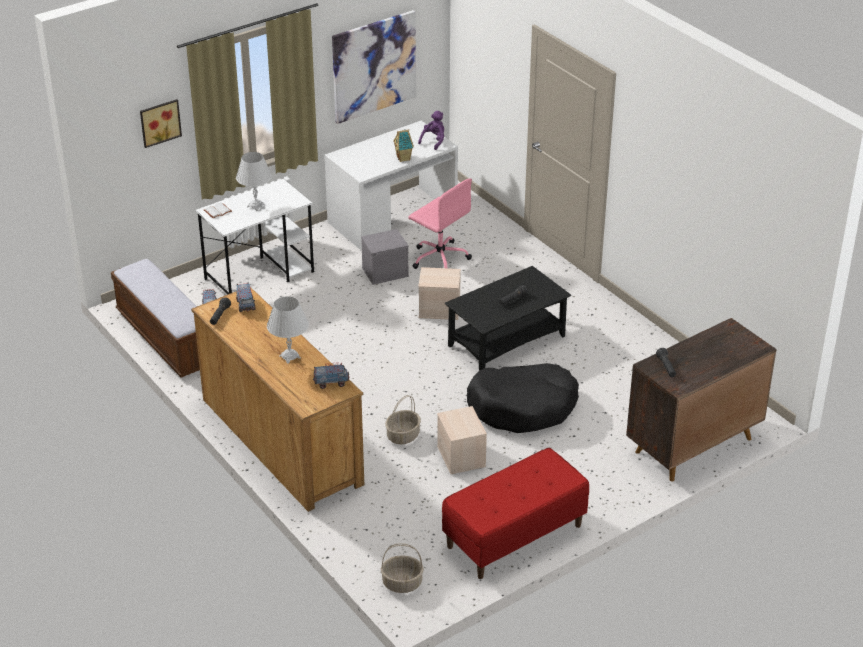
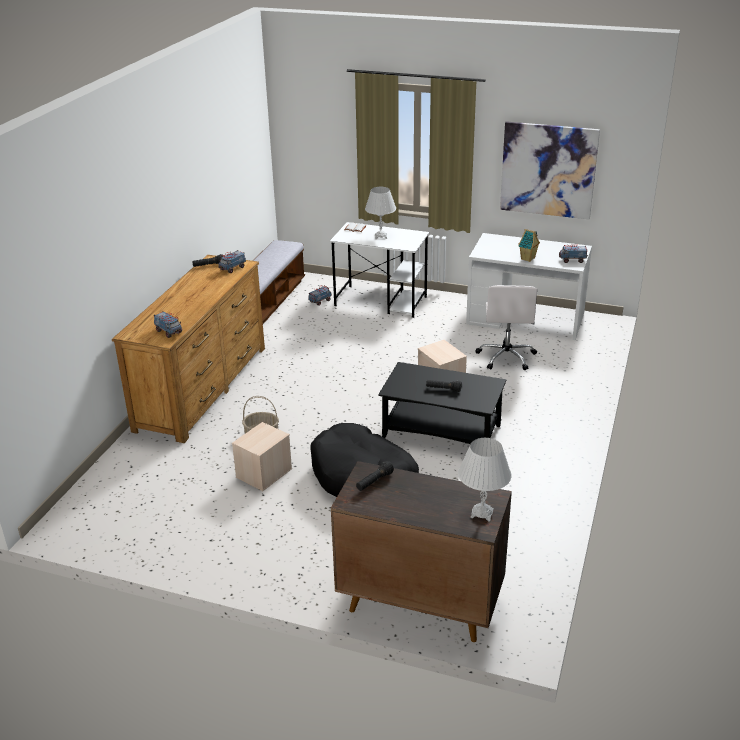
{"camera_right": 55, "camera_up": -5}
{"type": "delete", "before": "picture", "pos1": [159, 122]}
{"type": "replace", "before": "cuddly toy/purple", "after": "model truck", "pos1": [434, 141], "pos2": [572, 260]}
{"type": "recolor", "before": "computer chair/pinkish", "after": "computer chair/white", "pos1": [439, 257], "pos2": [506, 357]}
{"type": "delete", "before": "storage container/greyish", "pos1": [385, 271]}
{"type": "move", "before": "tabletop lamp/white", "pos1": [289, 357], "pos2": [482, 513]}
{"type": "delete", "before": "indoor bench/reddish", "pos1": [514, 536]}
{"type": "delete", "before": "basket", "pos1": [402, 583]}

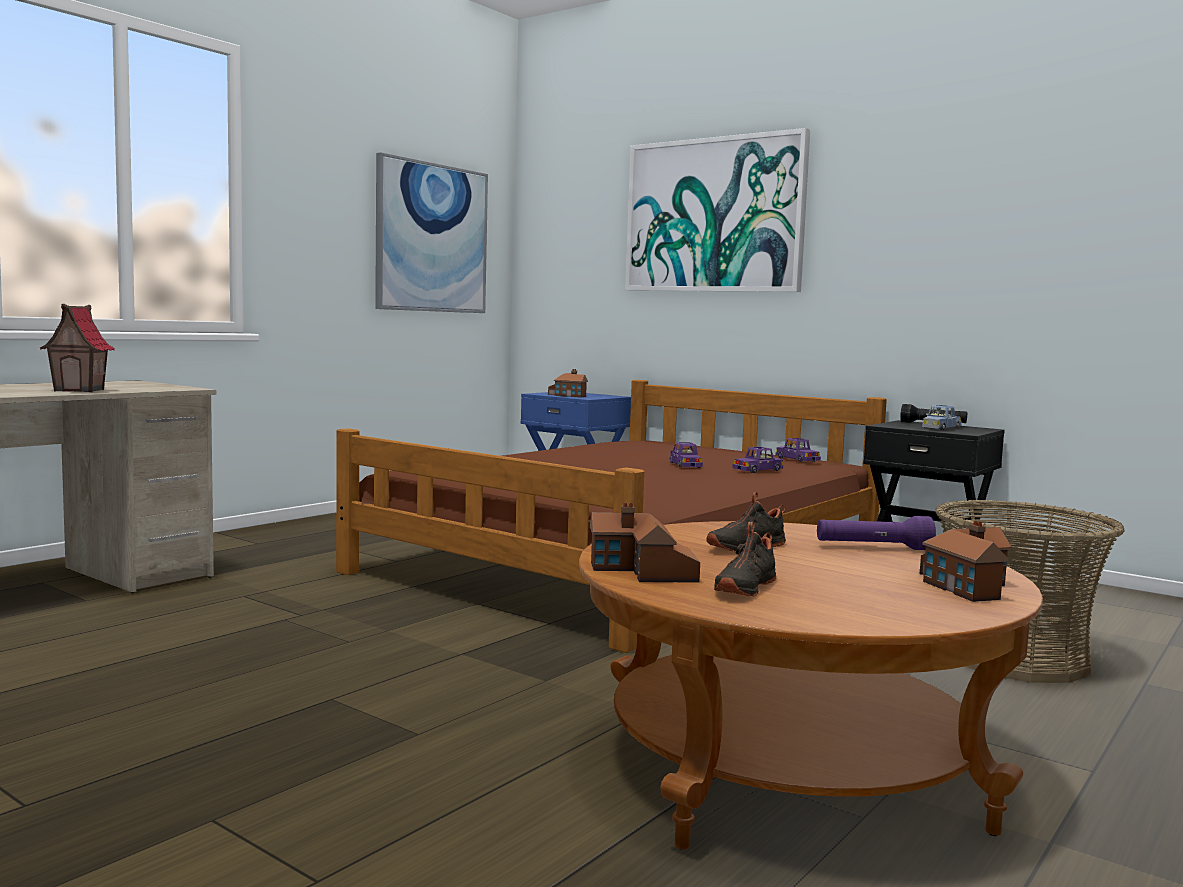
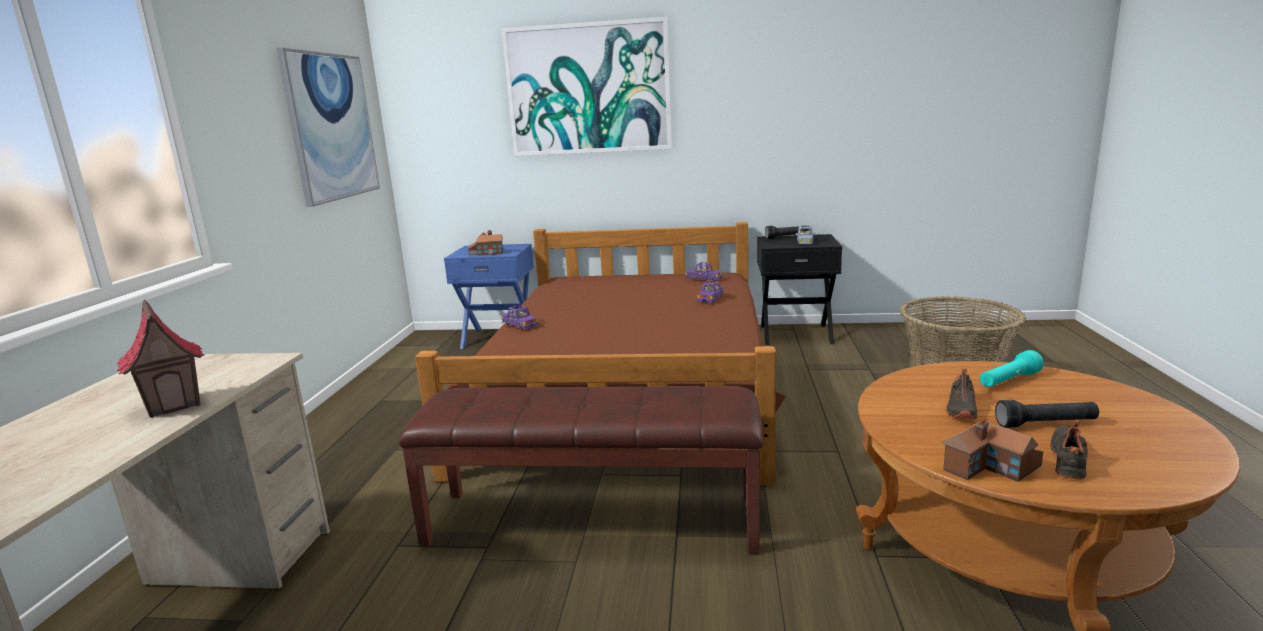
{"camera_right": -30, "camera_up": 10}
{"type": "move", "before": "miniature car/purple", "pos1": [684, 465], "pos2": [520, 325]}
{"type": "recolor", "before": "flashlight/purple", "after": "flashlight/turquoise-coloured", "pos1": [873, 548], "pos2": [1008, 381]}
{"type": "delete", "before": "model house", "pos1": [966, 585]}
{"type": "rotate", "before": "low shoe/blackish", "pos1": [743, 587], "pos2": [1070, 460], "turn": -150}
{"type": "insert", "after": "indoor bench/brown-coloured", "pos2": [593, 519]}
{"type": "insert", "after": "flashlight/blackish", "pos2": [1046, 424]}

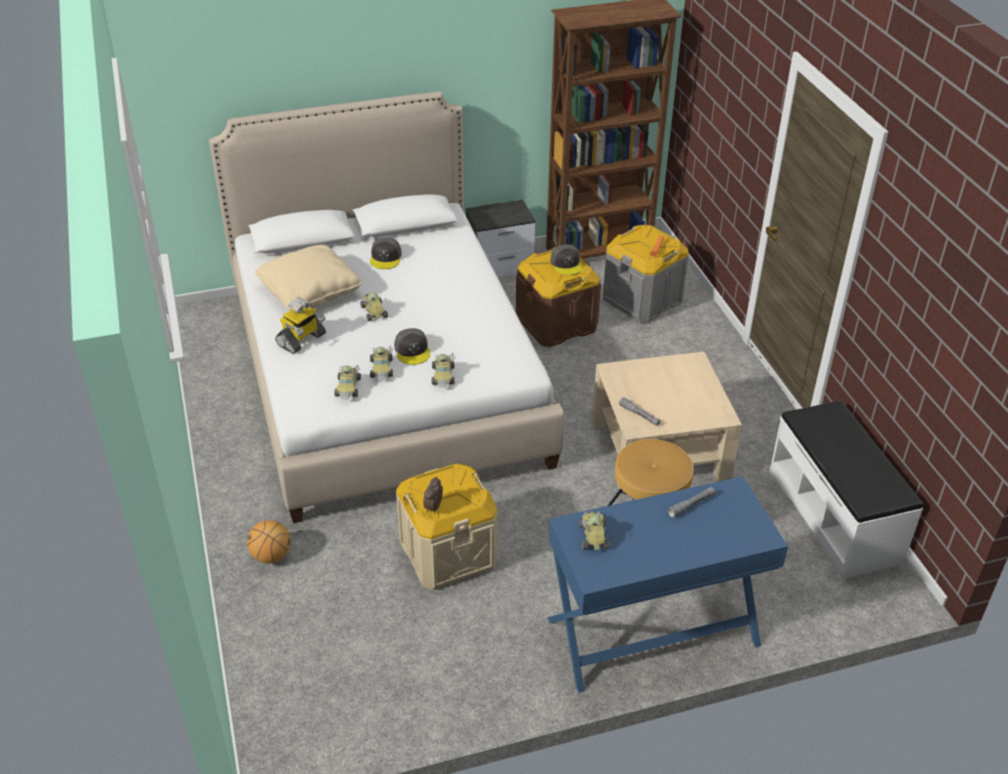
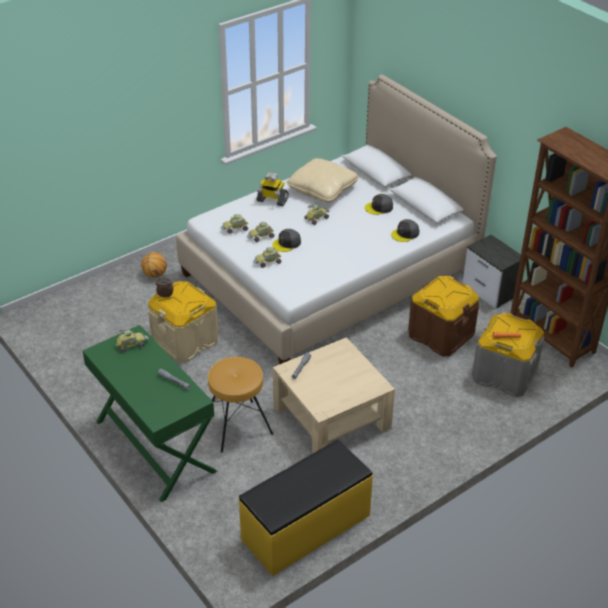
{"camera_right": 70, "camera_up": 0}
{"type": "move", "before": "baseball cap/greyish", "pos1": [566, 264], "pos2": [405, 234]}
{"type": "recolor", "before": "indoor bench/white", "after": "indoor bench/yellowish", "pos1": [834, 515], "pos2": [306, 528]}
{"type": "recolor", "before": "desk/bluish", "after": "desk/greenish", "pos1": [653, 632], "pos2": [154, 446]}

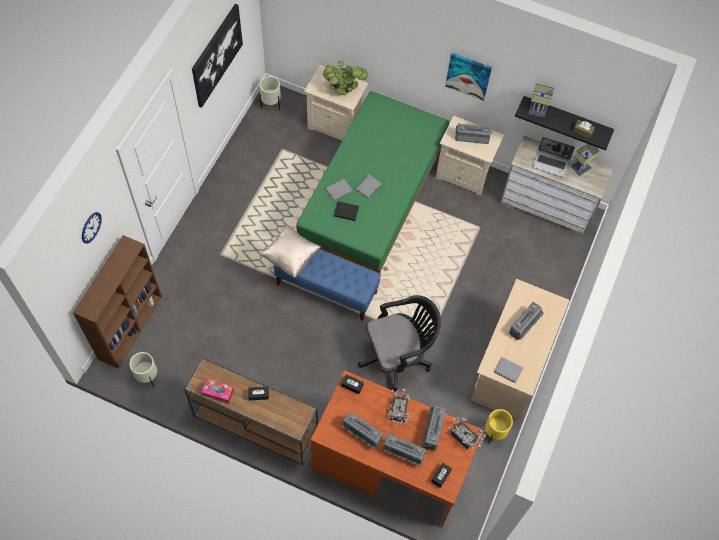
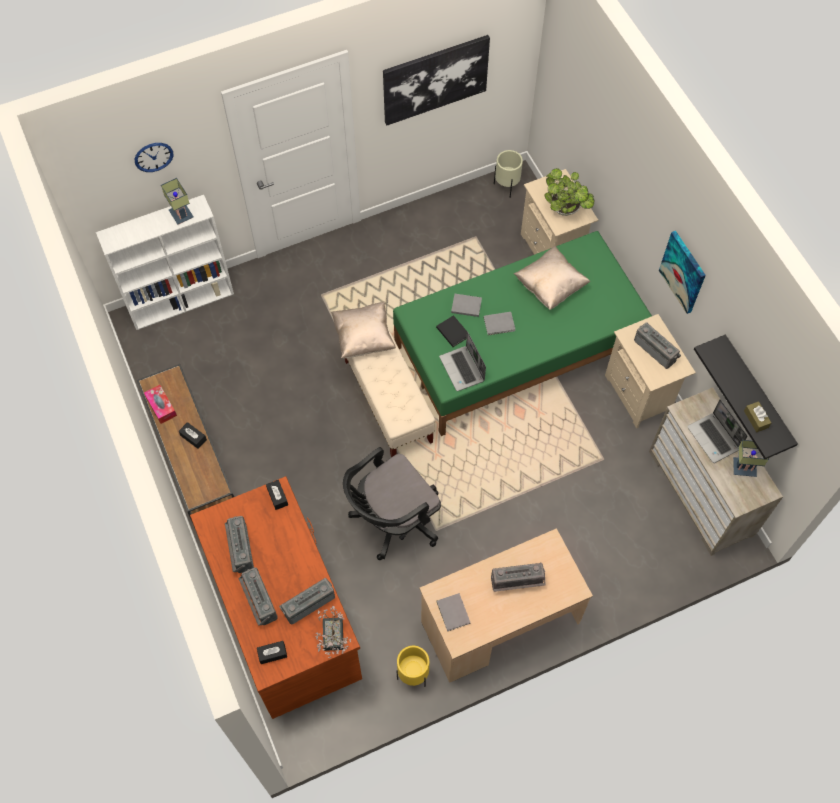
{"camera_right": 45, "camera_up": 0}
{"type": "move", "before": "tabletop lamp", "pos1": [536, 111], "pos2": [180, 214]}
{"type": "recolor", "before": "bookcase/brown-coloured", "after": "bookcase/white", "pos1": [130, 326], "pos2": [182, 301]}
{"type": "recolor", "before": "indoor bench/bluish", "after": "indoor bench/sand-coloured", "pos1": [327, 288], "pos2": [388, 402]}
{"type": "rotate", "before": "computer chair/blackish", "pos1": [398, 356], "pos2": [392, 520], "turn": 120}
{"type": "delete", "before": "planter/sand-coloured", "pos1": [147, 377]}
{"type": "delete", "before": "plant in a pot", "pos1": [398, 413]}
{"type": "insert", "after": "throw pillow/sand-coloured", "pos2": [550, 286]}
{"type": "insert", "after": "laptop", "pos2": [462, 369]}

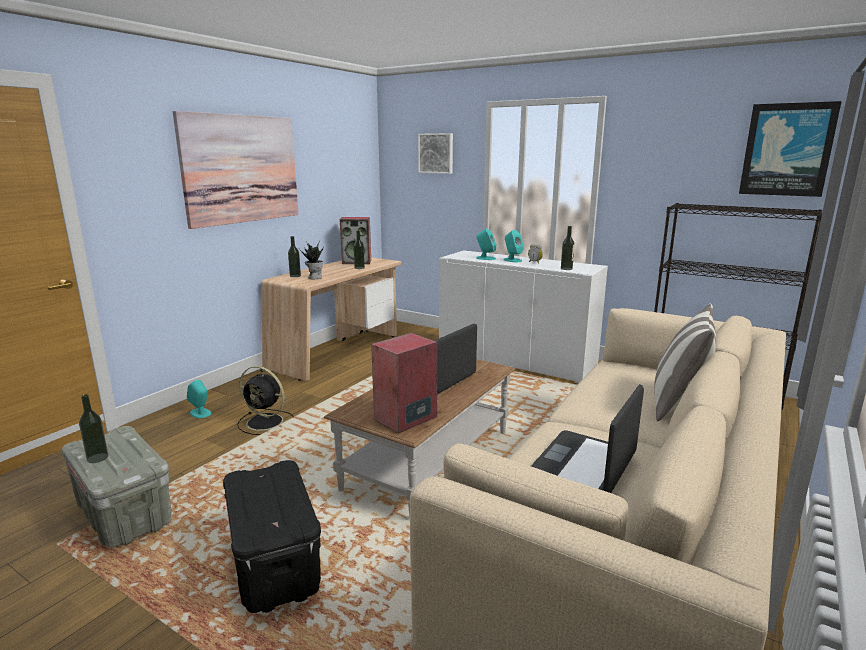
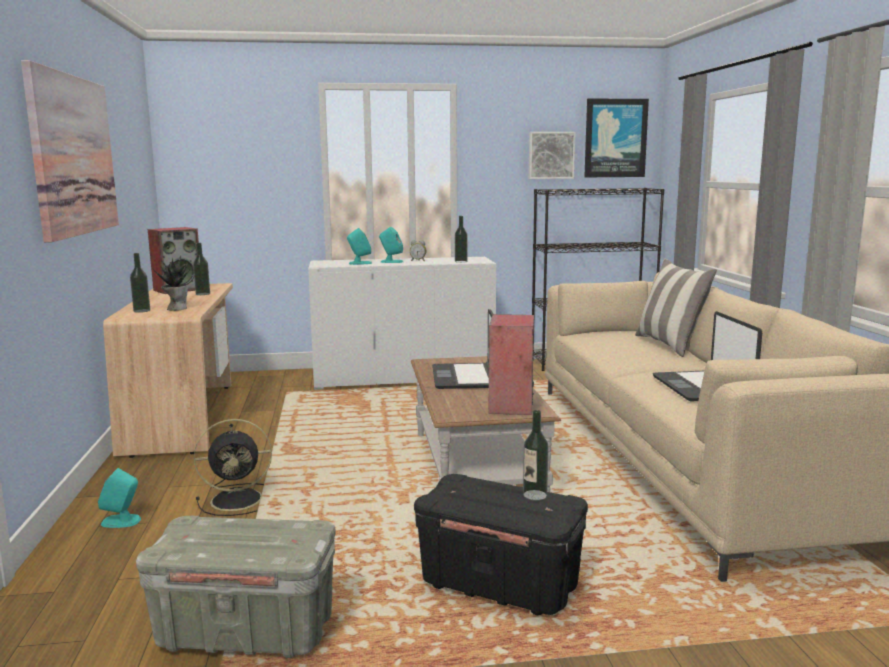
{"camera_right": -40, "camera_up": -5}
{"type": "move", "before": "picture", "pos1": [436, 153], "pos2": [551, 155]}
{"type": "move", "before": "drink bottle", "pos1": [97, 458], "pos2": [535, 495]}

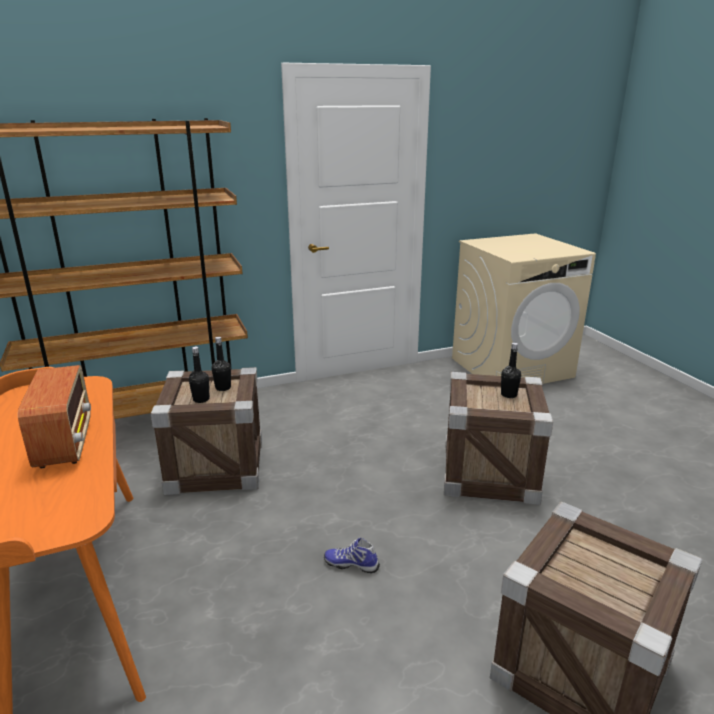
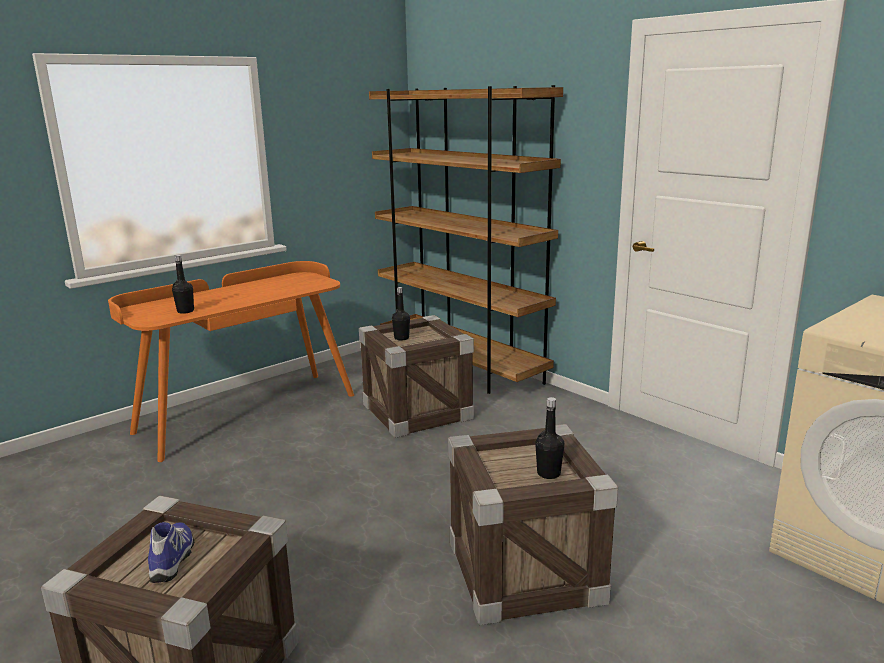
{"camera_right": 70, "camera_up": -5}
{"type": "move", "before": "drink bottle/blackish", "pos1": [223, 388], "pos2": [185, 311]}
{"type": "delete", "before": "radio set", "pos1": [65, 442]}
{"type": "move", "before": "low shoe", "pos1": [352, 564], "pos2": [174, 559]}

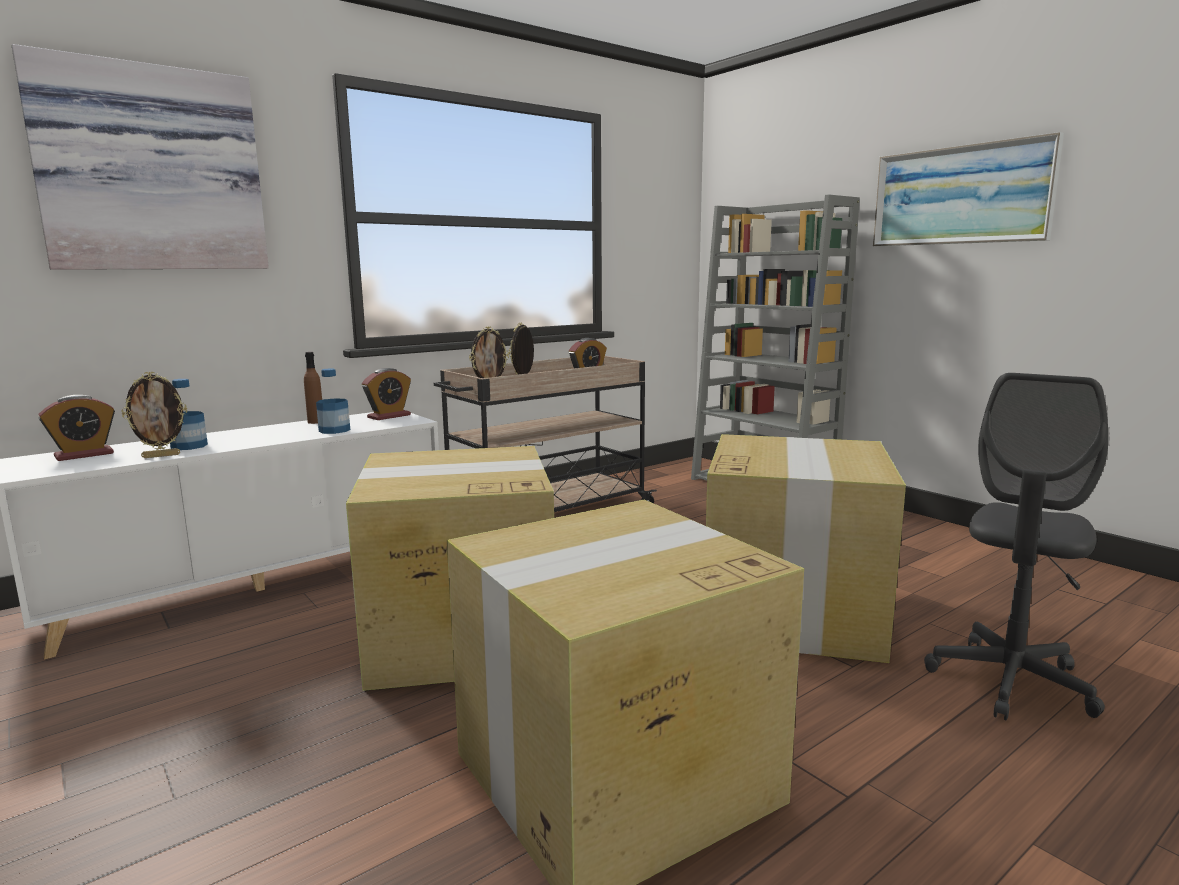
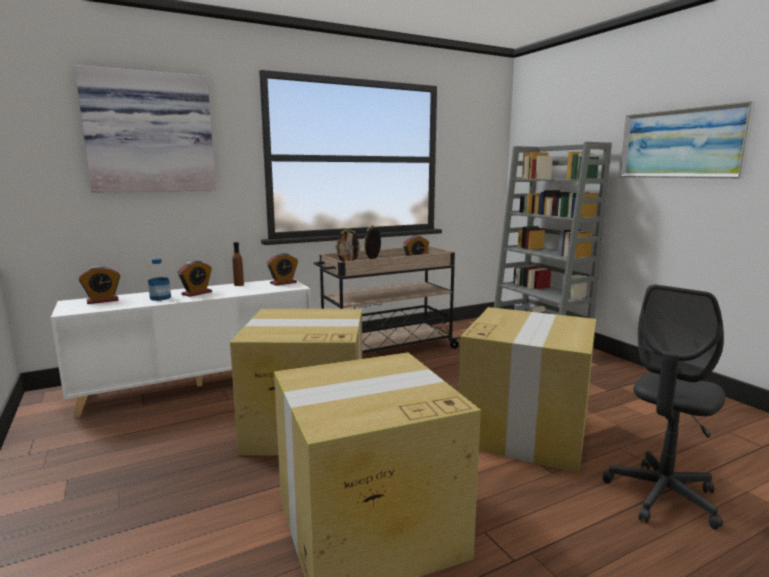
{"camera_right": 10, "camera_up": 0}
{"type": "delete", "before": "drink bottle", "pos1": [334, 430]}
{"type": "delete", "before": "picture frame", "pos1": [161, 456]}
{"type": "insert", "after": "table clock", "pos2": [197, 293]}

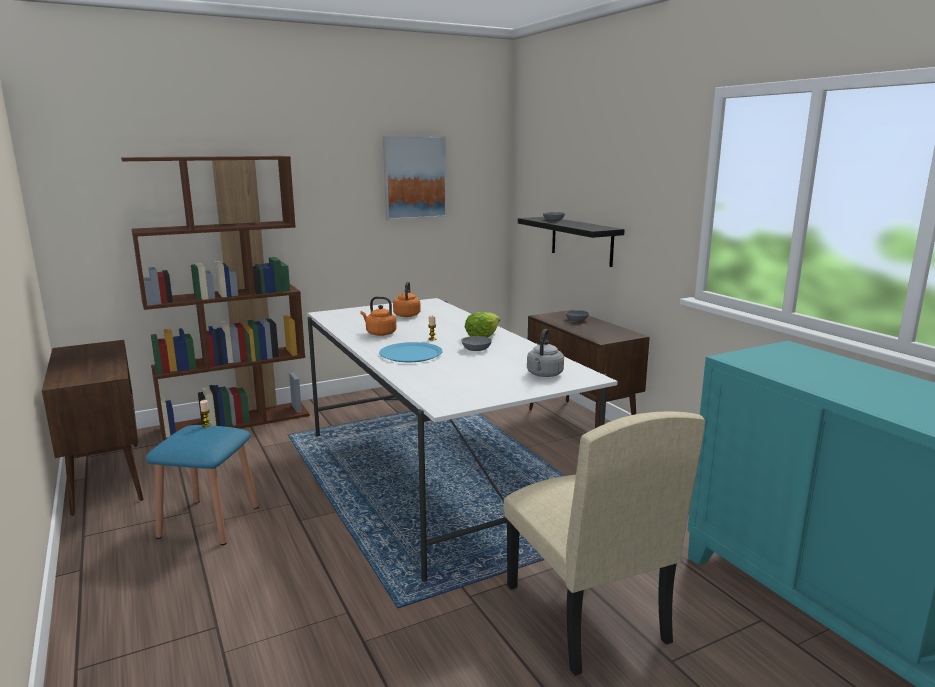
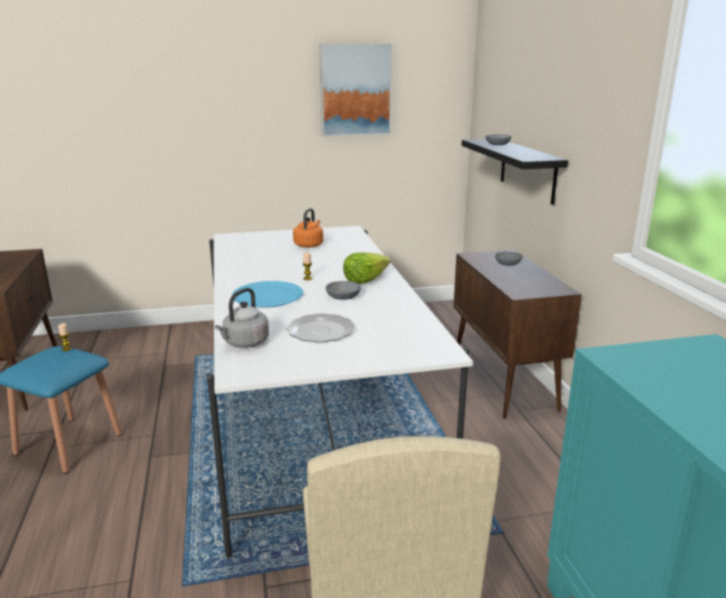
{"camera_right": 15, "camera_up": 5}
{"type": "delete", "before": "bookcase/brown-coloured", "pos1": [237, 421]}
{"type": "delete", "before": "kettle/orange-coloured", "pos1": [379, 333]}
{"type": "move", "before": "kettle/greyish", "pos1": [544, 375], "pos2": [244, 343]}
{"type": "insert", "after": "flat dish", "pos2": [320, 331]}

